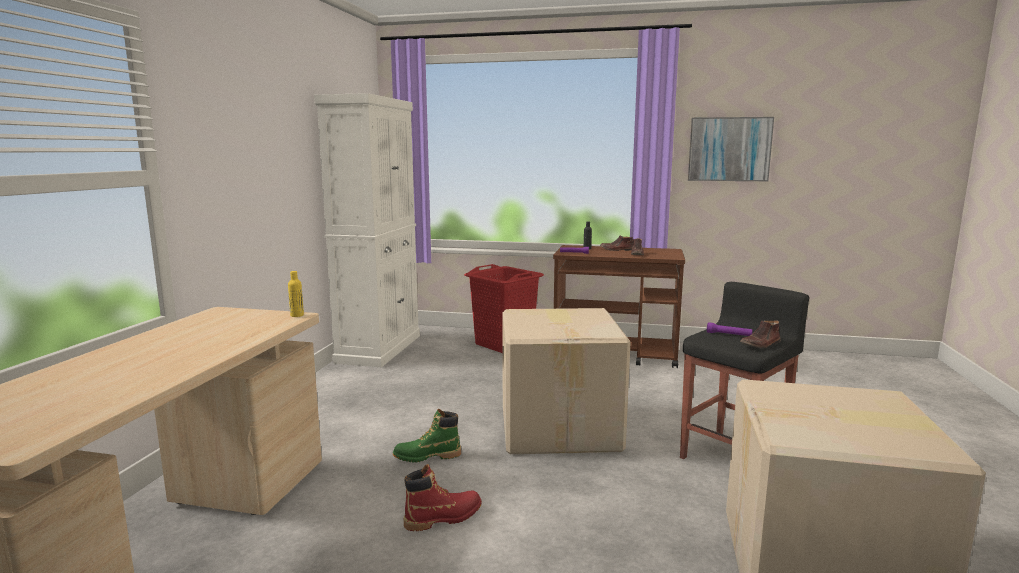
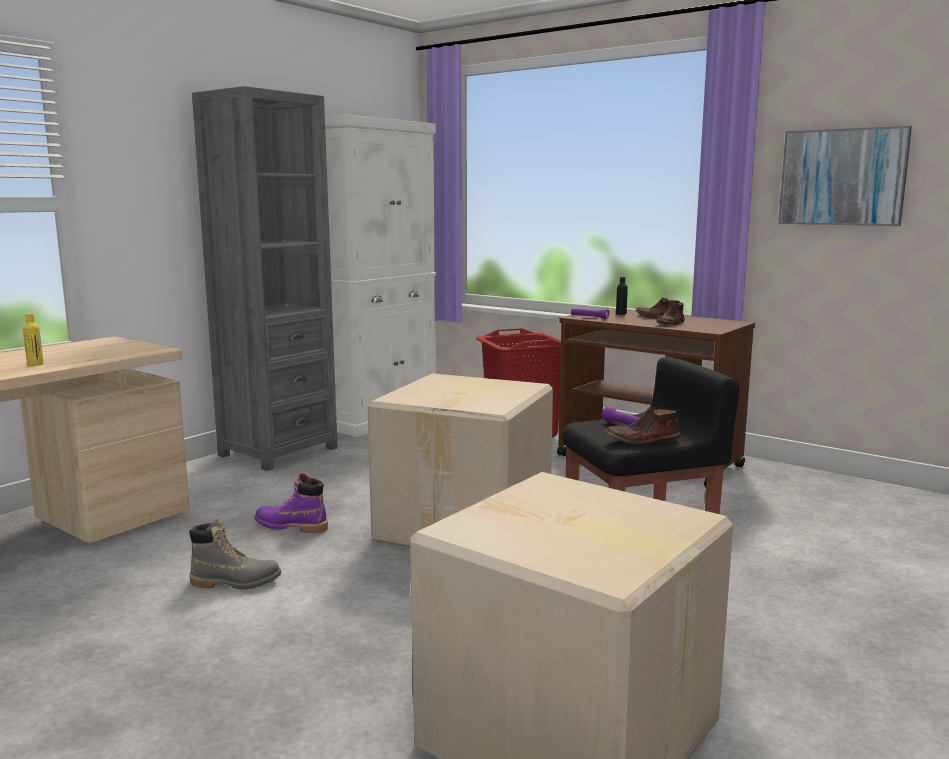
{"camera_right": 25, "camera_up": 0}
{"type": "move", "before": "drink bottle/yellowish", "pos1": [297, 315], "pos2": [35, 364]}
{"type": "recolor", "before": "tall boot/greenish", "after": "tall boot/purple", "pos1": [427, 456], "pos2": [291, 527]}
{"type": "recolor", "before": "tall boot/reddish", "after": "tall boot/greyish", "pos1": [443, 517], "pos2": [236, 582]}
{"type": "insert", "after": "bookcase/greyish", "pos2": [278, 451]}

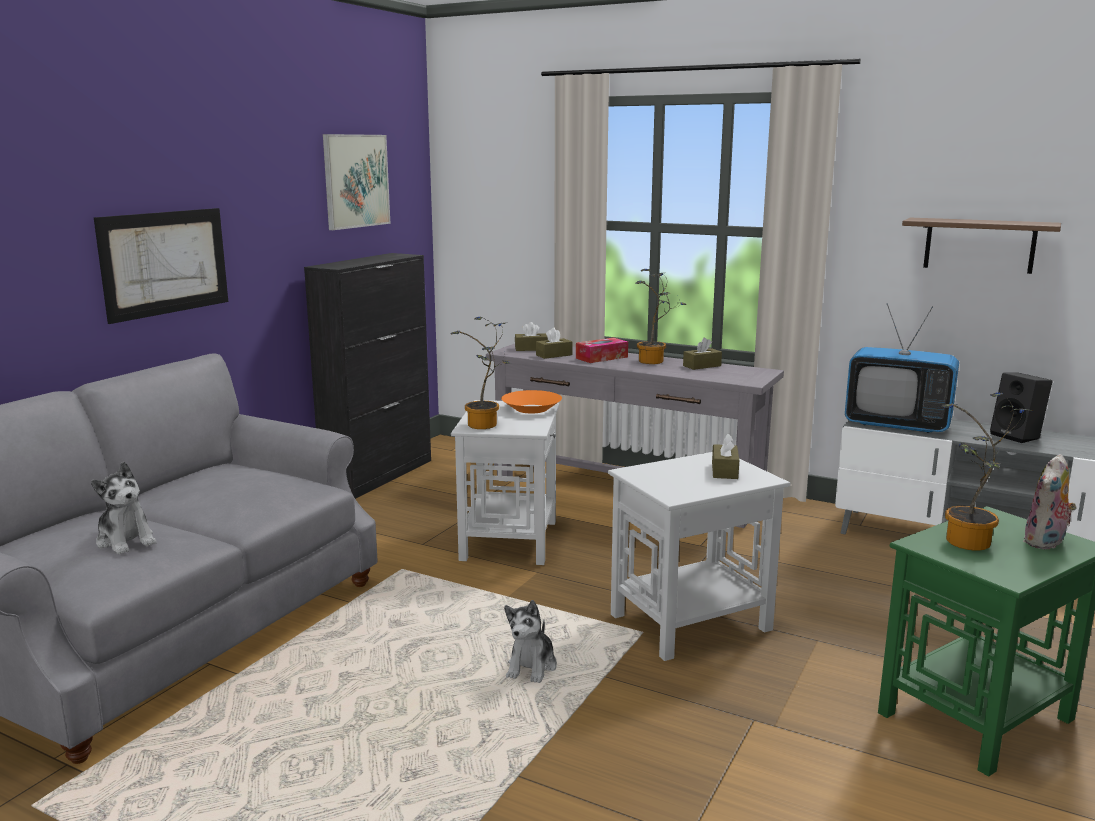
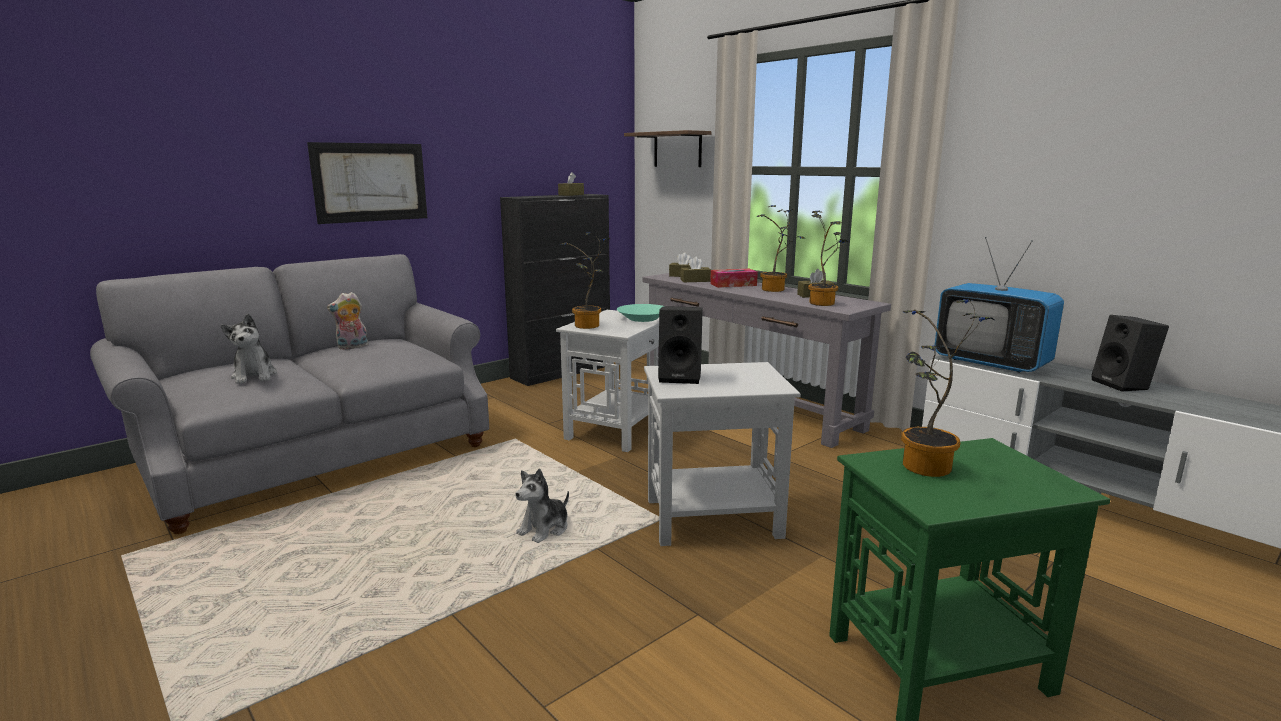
{"camera_right": 20, "camera_up": 0}
{"type": "delete", "before": "picture", "pos1": [356, 181]}
{"type": "move", "before": "bracket shelf", "pos1": [979, 245], "pos2": [677, 149]}
{"type": "recolor", "before": "bowl/orange-coloured", "after": "bowl/turquoise-coloured", "pos1": [531, 408], "pos2": [643, 318]}
{"type": "move", "before": "tissue box/brown-coloured", "pos1": [724, 470], "pos2": [571, 195]}
{"type": "move", "before": "cuddly toy", "pos1": [1046, 543], "pos2": [352, 347]}
{"type": "insert", "after": "plant in a pot", "pos2": [825, 303]}
{"type": "insert", "after": "loudspeaker/blackish", "pos2": [681, 377]}

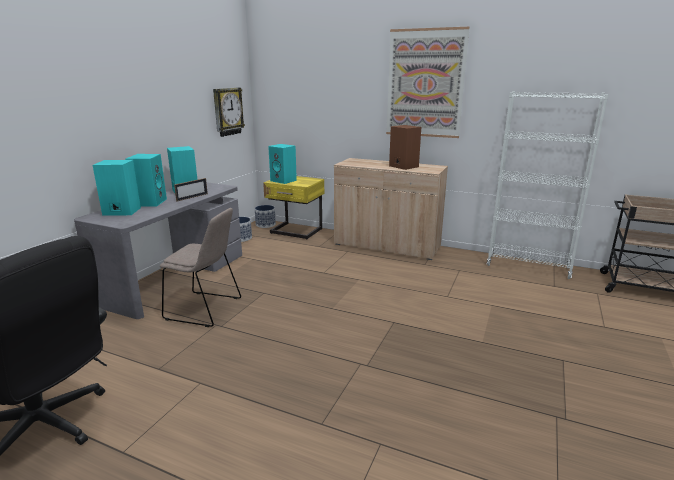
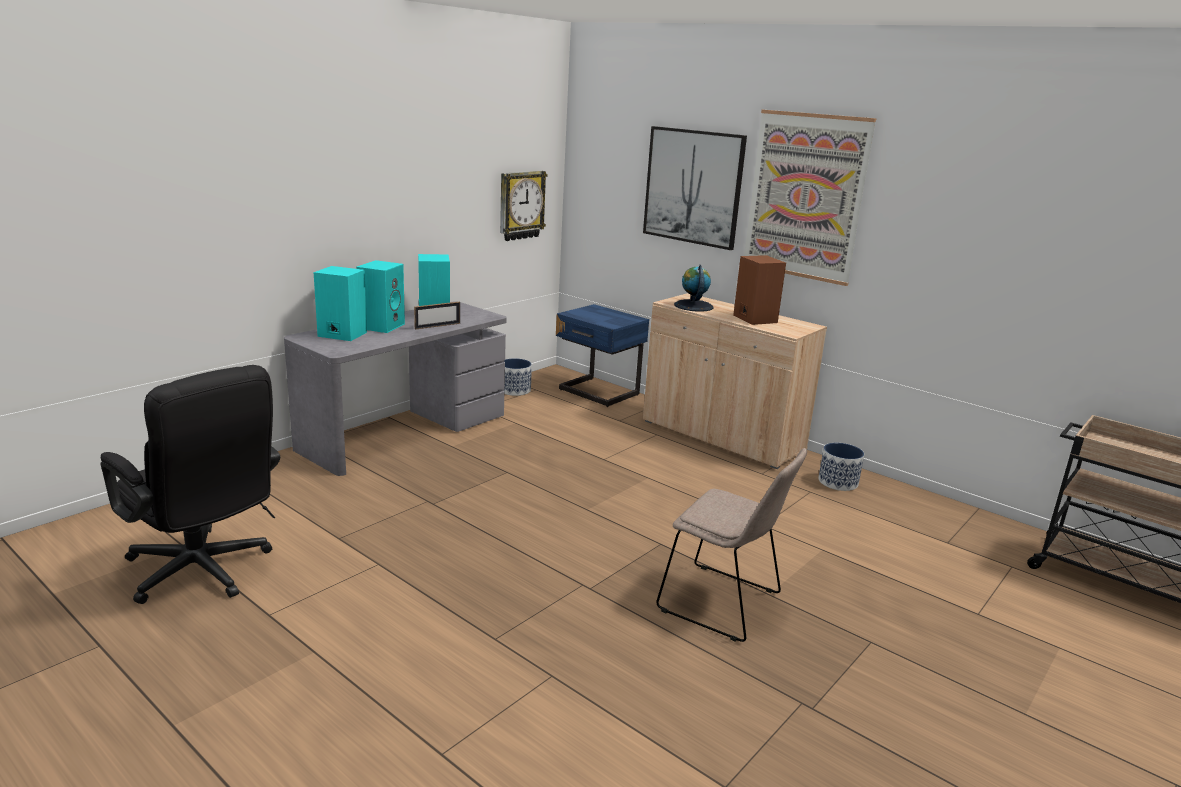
{"camera_right": 15, "camera_up": 0}
{"type": "delete", "before": "bookcase/white", "pos1": [528, 267]}
{"type": "delete", "before": "loudspeaker/turquoise-coloured", "pos1": [284, 180]}
{"type": "recolor", "before": "night table/yellowish", "after": "night table/bluish", "pos1": [296, 232], "pos2": [597, 393]}
{"type": "move", "before": "planter", "pos1": [265, 225], "pos2": [838, 482]}
{"type": "move", "before": "chair/sand-coloured", "pos1": [206, 309], "pos2": [723, 603]}
{"type": "insert", "after": "picture", "pos2": [693, 187]}
{"type": "insert", "after": "globe", "pos2": [693, 306]}

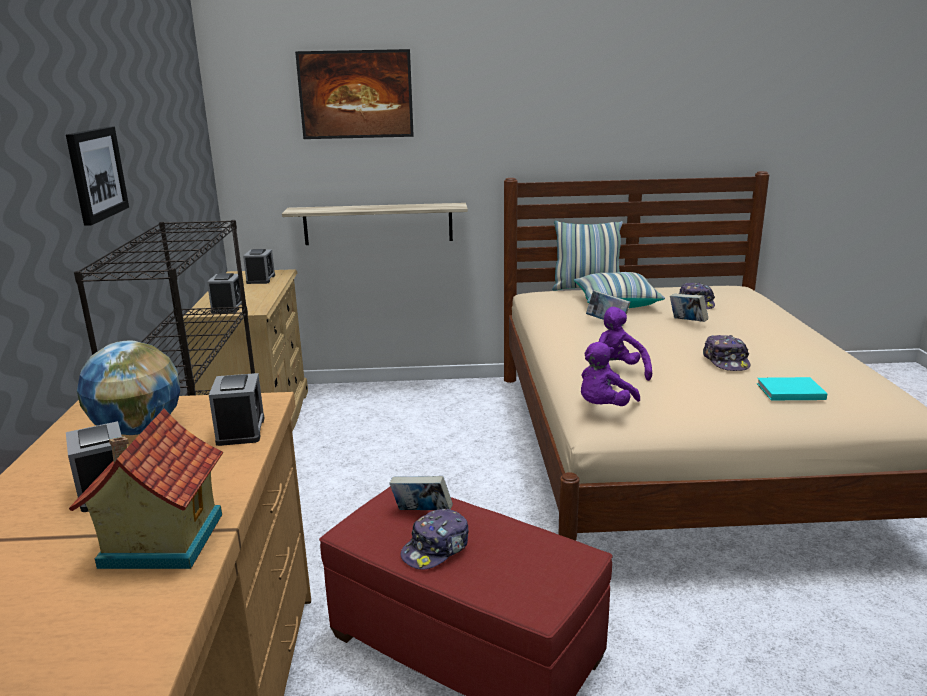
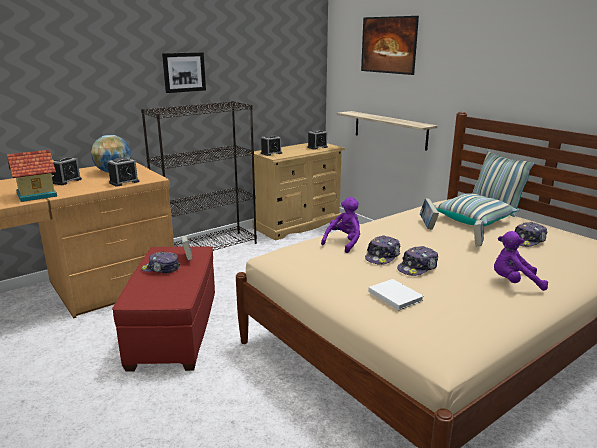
{"camera_right": 55, "camera_up": 0}
{"type": "move", "before": "cuddly toy/purple", "pos1": [603, 407], "pos2": [514, 283]}
{"type": "recolor", "before": "book/turquoise-coloured", "after": "book/white", "pos1": [788, 391], "pos2": [395, 295]}
{"type": "insert", "after": "baseball cap", "pos2": [382, 256]}

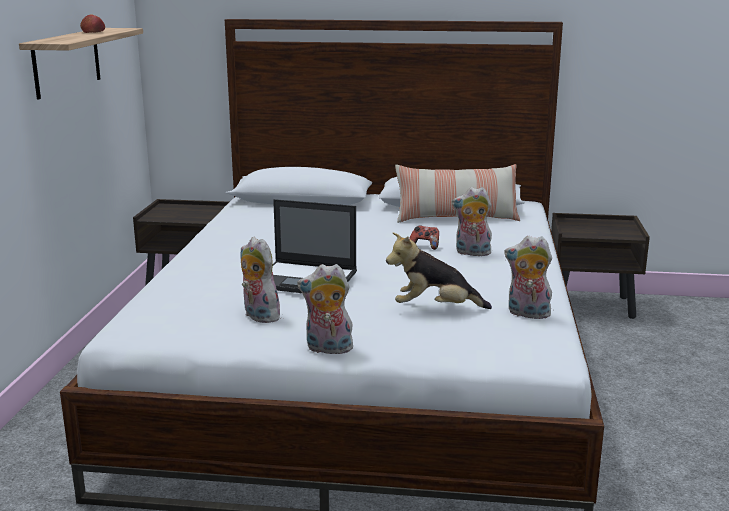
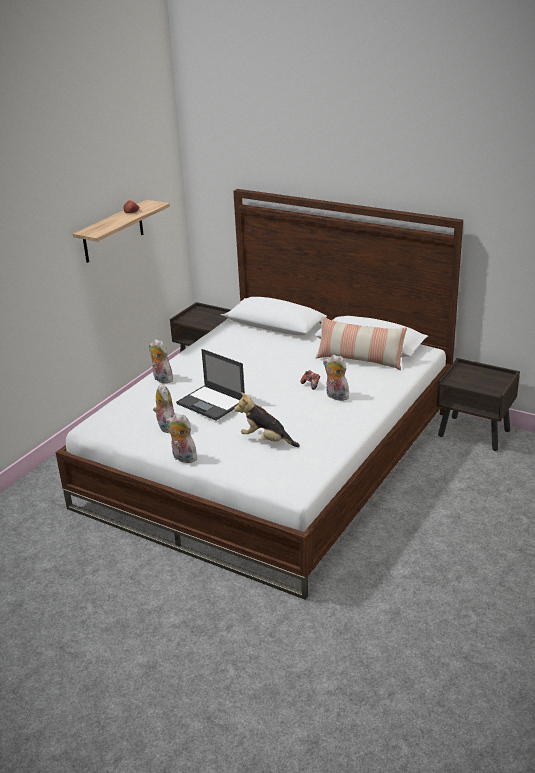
{"camera_right": 25, "camera_up": 10}
{"type": "move", "before": "cuddly toy", "pos1": [527, 314], "pos2": [161, 379]}

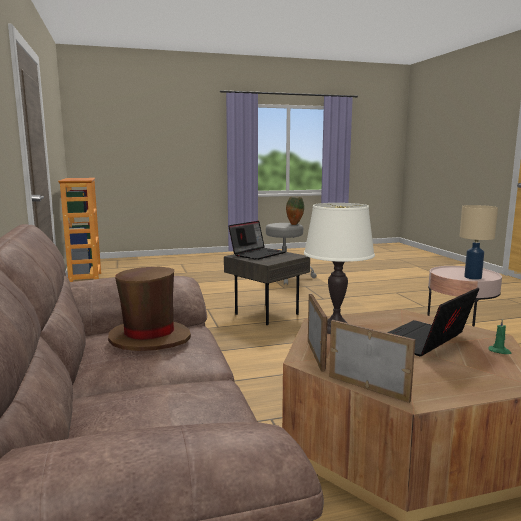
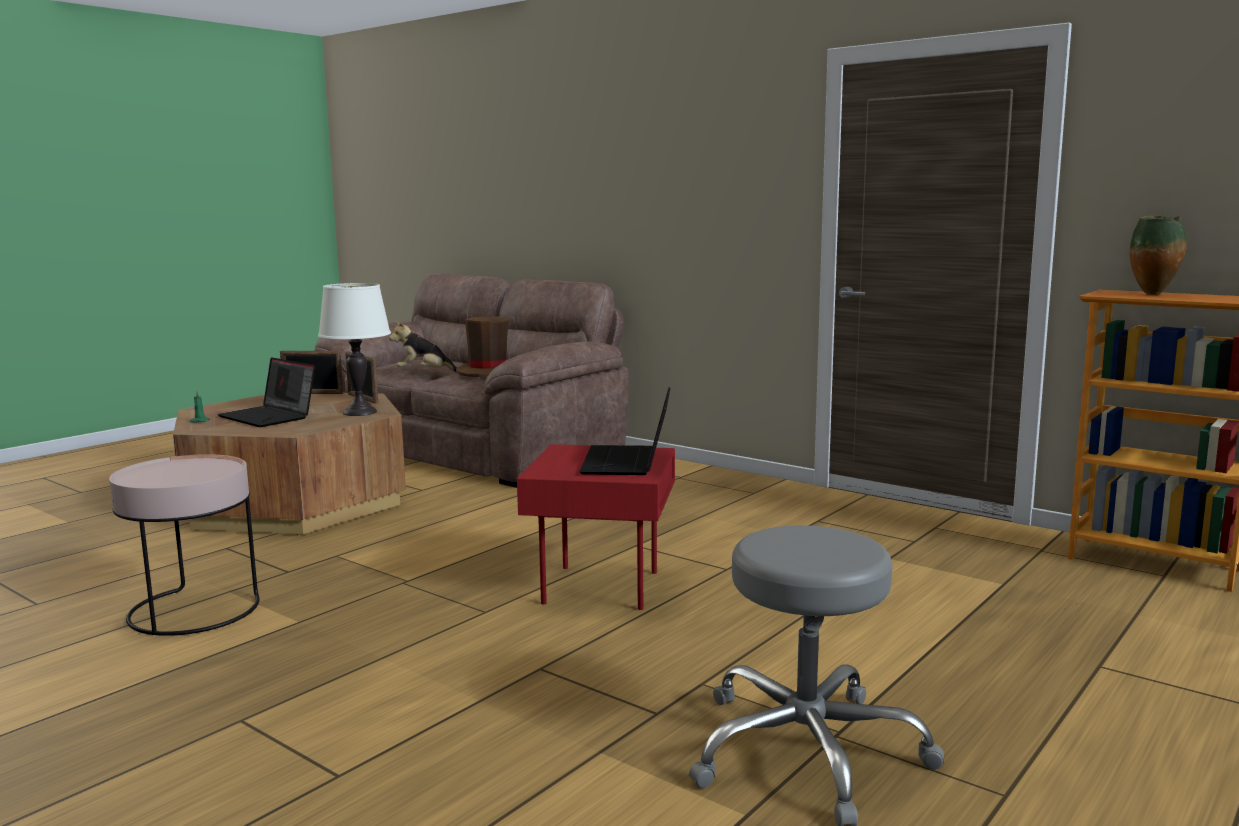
{"camera_right": 145, "camera_up": 0}
{"type": "move", "before": "vase", "pos1": [294, 225], "pos2": [1153, 294]}
{"type": "delete", "before": "tabletop lamp/sand-coloured", "pos1": [472, 277]}
{"type": "recolor", "before": "accent table/greyish", "after": "accent table/reddish", "pos1": [266, 313], "pos2": [603, 589]}
{"type": "rotate", "before": "laptop", "pos1": [424, 341], "pos2": [270, 417], "turn": 120}
{"type": "insert", "after": "cuddly toy", "pos2": [425, 372]}

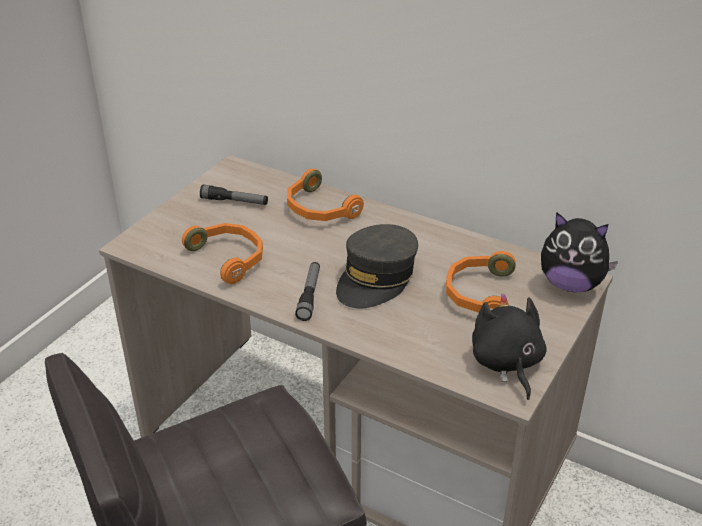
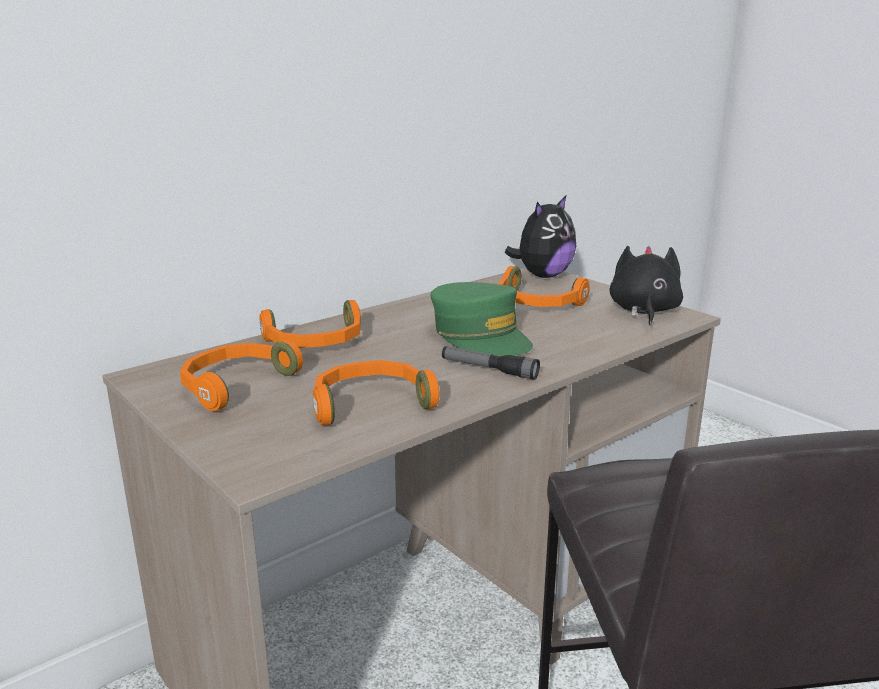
{"camera_right": -70, "camera_up": -15}
{"type": "replace", "before": "flashlight", "after": "headphones/orange-coloured", "pos1": [234, 201], "pos2": [235, 385]}
{"type": "recolor", "before": "baseball cap/greyish", "after": "baseball cap/greenish", "pos1": [376, 278], "pos2": [480, 336]}
{"type": "rotate", "before": "cuddly toy/blackish", "pos1": [506, 363], "pos2": [643, 311], "turn": 90}

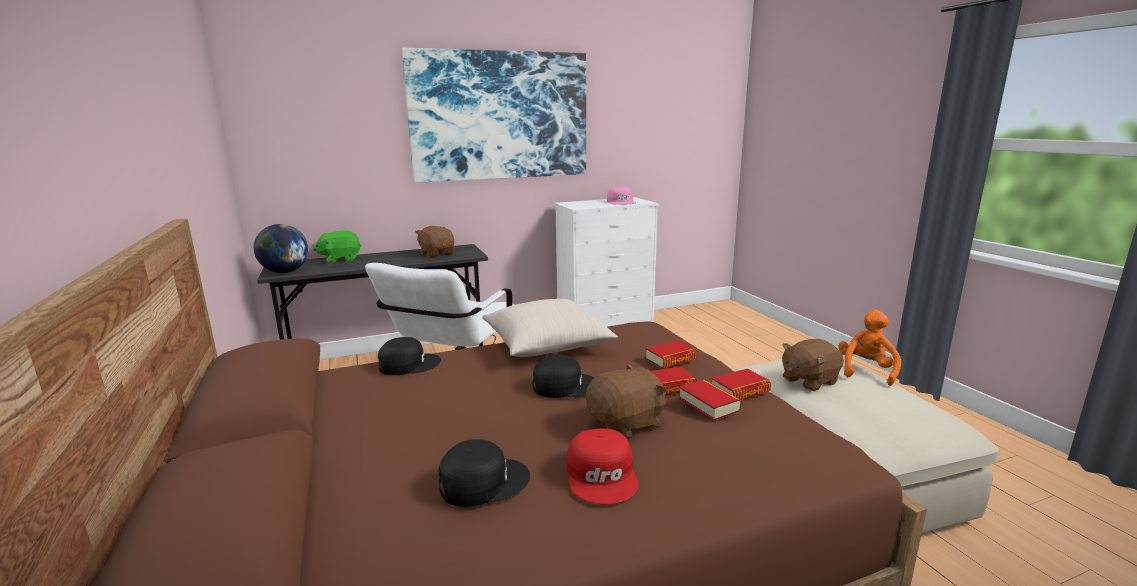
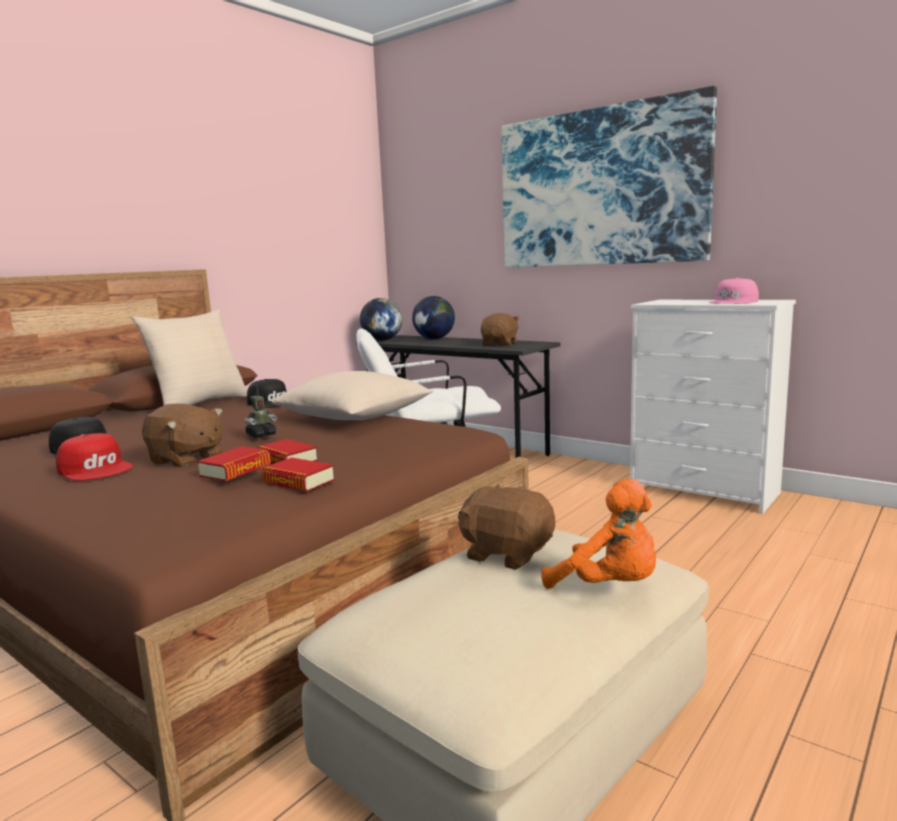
{"camera_right": 60, "camera_up": -5}
{"type": "replace", "before": "cuddly toy/greenish", "after": "globe", "pos1": [340, 260], "pos2": [434, 339]}
{"type": "rotate", "before": "cuddly toy/orange-coloured", "pos1": [866, 371], "pos2": [609, 587], "turn": 45}
{"type": "delete", "before": "book", "pos1": [671, 359]}
{"type": "replace", "before": "baseball cap/blackish", "after": "toy robot", "pos1": [564, 385], "pos2": [261, 435]}
{"type": "rotate", "before": "baseball cap/reddish", "pos1": [602, 475], "pos2": [96, 469], "turn": -105}
{"type": "insert", "after": "throw pillow/sand-coloured", "pos2": [199, 404]}

